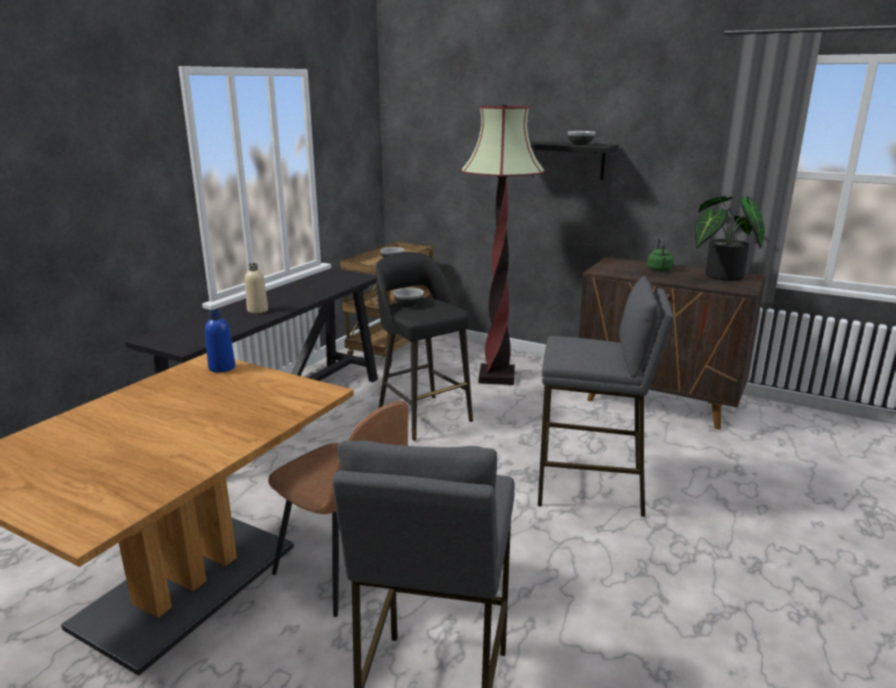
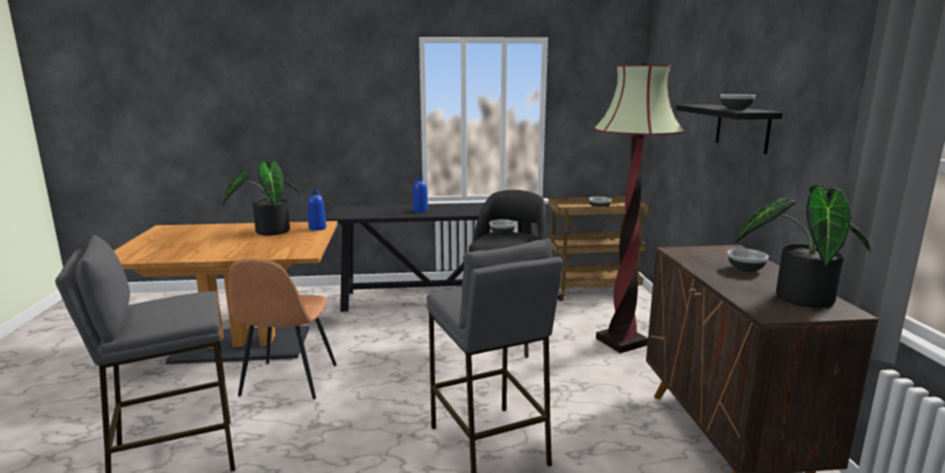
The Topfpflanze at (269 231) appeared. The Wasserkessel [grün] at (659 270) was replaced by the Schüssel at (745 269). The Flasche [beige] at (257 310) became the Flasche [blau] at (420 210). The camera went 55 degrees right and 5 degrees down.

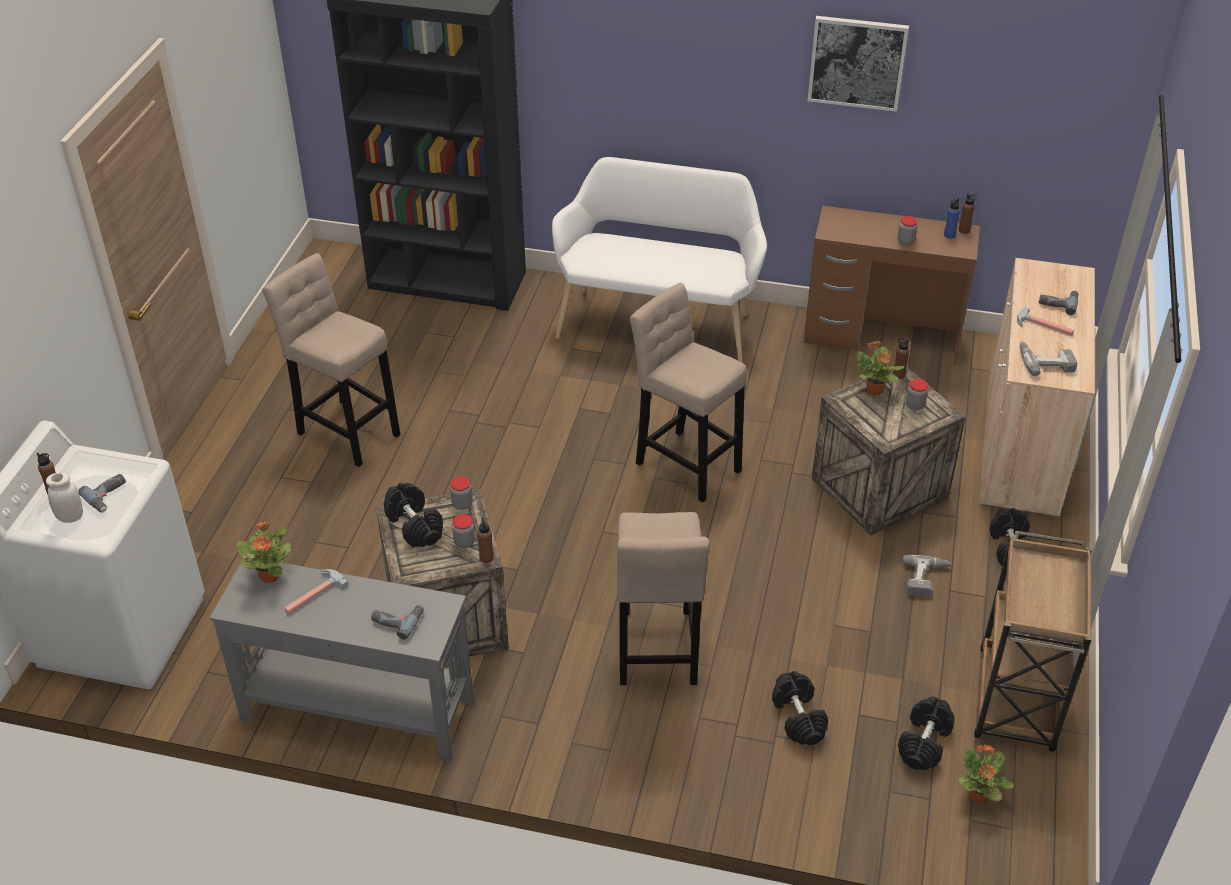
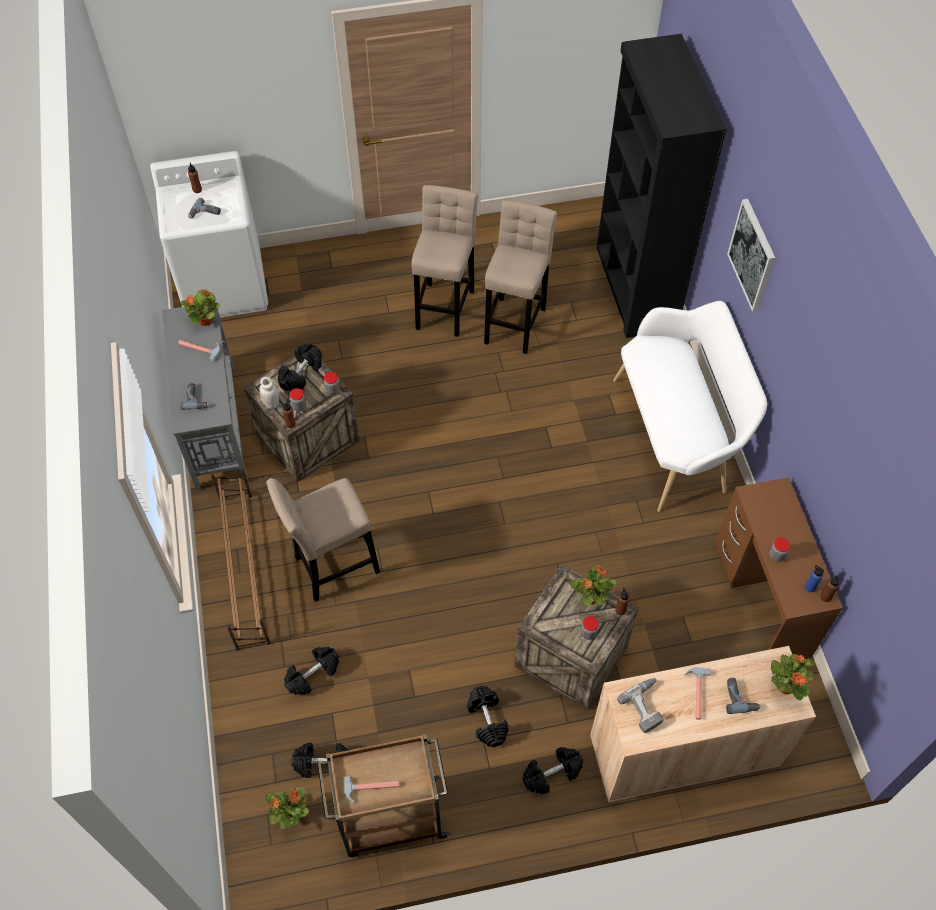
The Schuhregal [braun] at (244 568) appeared. The Hammer at (372 789) appeared. The Topfpflanze at (786 686) appeared. The Vorratsglas [weiß] moved from (70 517) to (271 403). The Hocker [beige] moved from (684 463) to (515 322). The Bild moved from (857 62) to (753 255). The Bohrmaschine at (926 579) was replaced by the Hantel [schwarz] at (487 720). The camera went 65 degrees right and 15 degrees up.

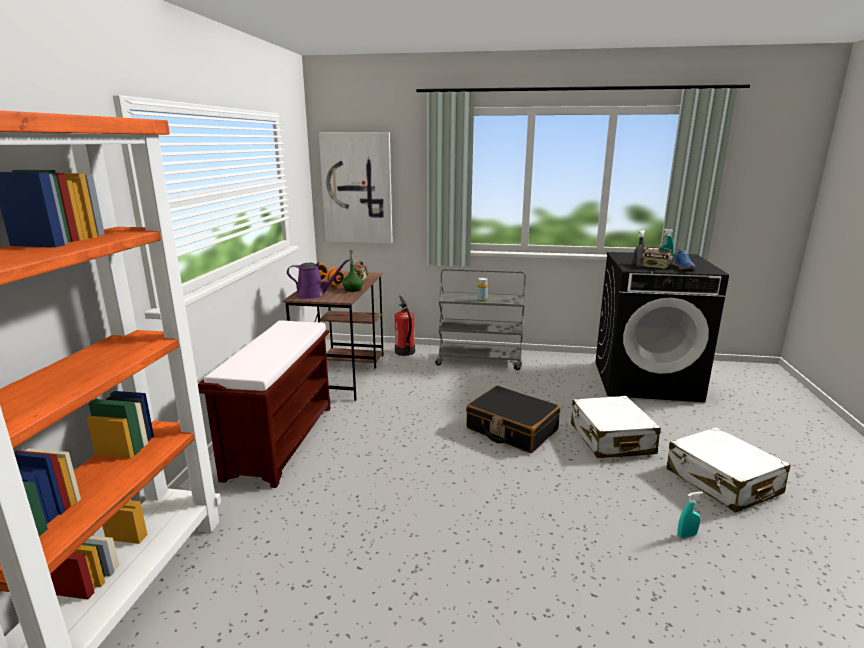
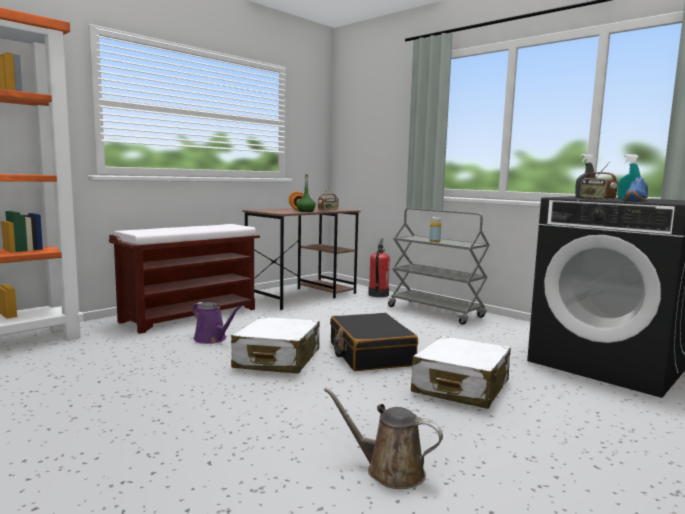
The Bild at (357 188) disappeared. The Gießkanne [lila] moved from (314 295) to (212 339). The Koffer [weiß] moved from (722 482) to (277 359). The Sprühflasche [türkis] at (686 535) was replaced by the Gießkanne [braun] at (389 471). The camera went 35 degrees right and 10 degrees down.

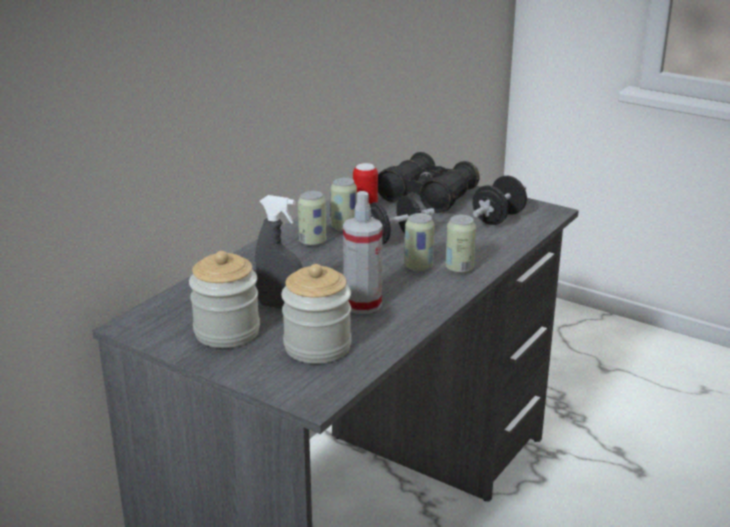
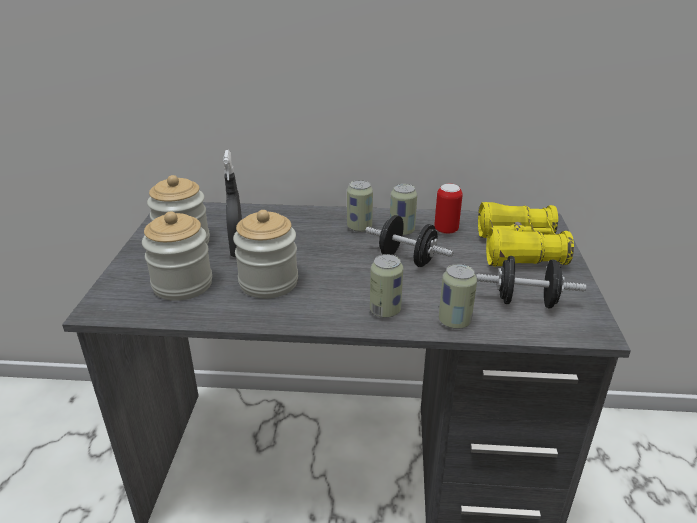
The Dose moved from (418 267) to (454 321). The Sprühflasche at (362 304) was replaced by the Vorratsglas at (268 282). The Fernglas [schwarz] at (427 196) became the Fernglas [gelb] at (518 249). The camera went 60 degrees right and 5 degrees up.

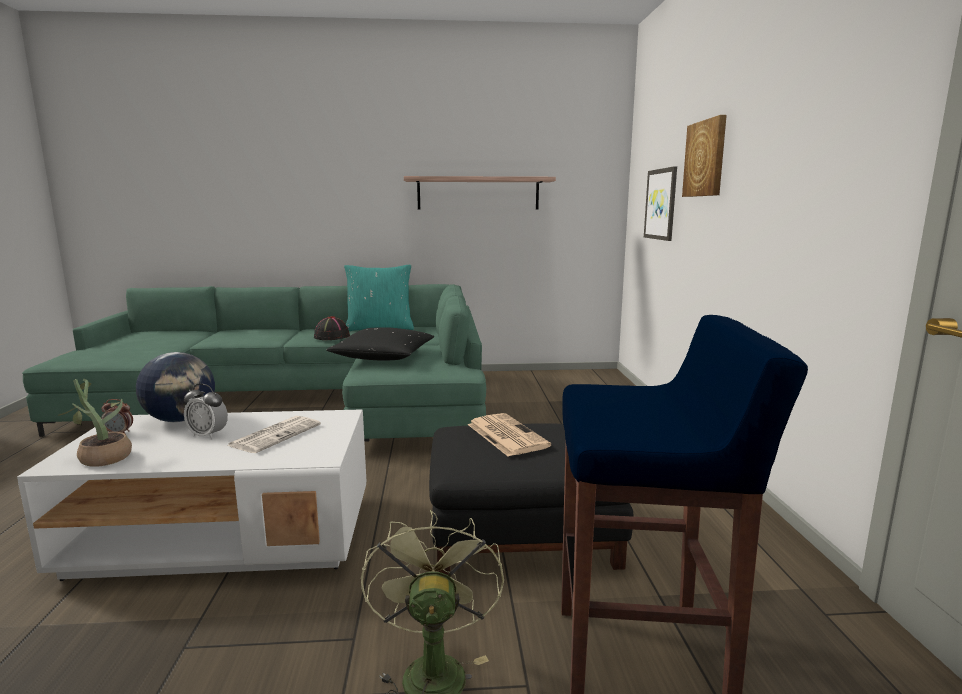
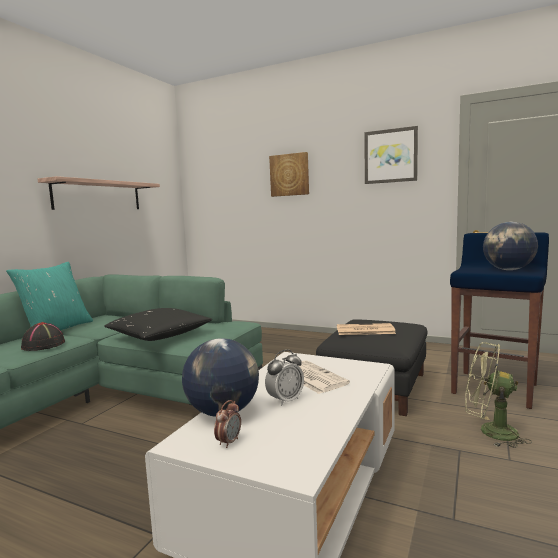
The Topfpflanze at (101 457) disappeared. The Globus at (509 270) appeared. The Bild moved from (661 204) to (390 156). The camera went 60 degrees left and 5 degrees down.

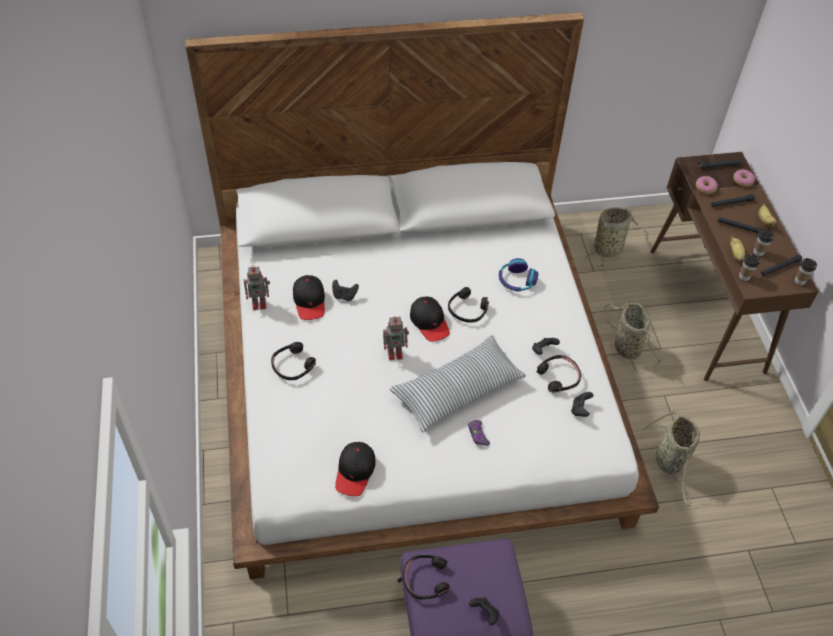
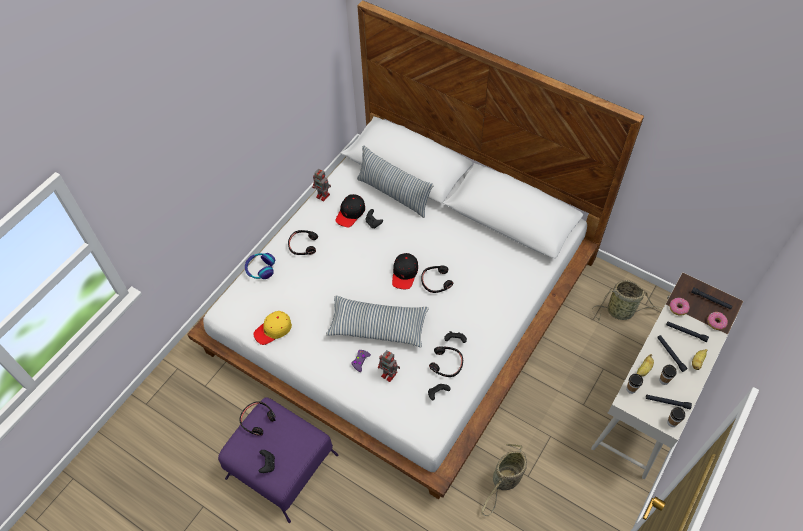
The Korb at (626 346) disappeared. The Kissen at (394 194) appeared. The Spielzeugroboter moved from (396 353) to (390 374). The Kopfhörer moved from (516 280) to (260 268). The Kappe [schwarz] at (355 472) became the Kappe [gelb] at (273 330). The Schreibtisch [braun] at (706 310) became the Schreibtisch [weiß] at (648 403). The camera went 45 degrees right and 5 degrees up.

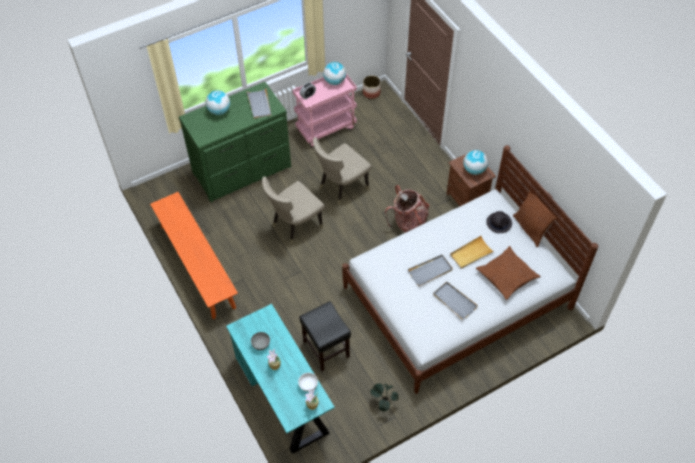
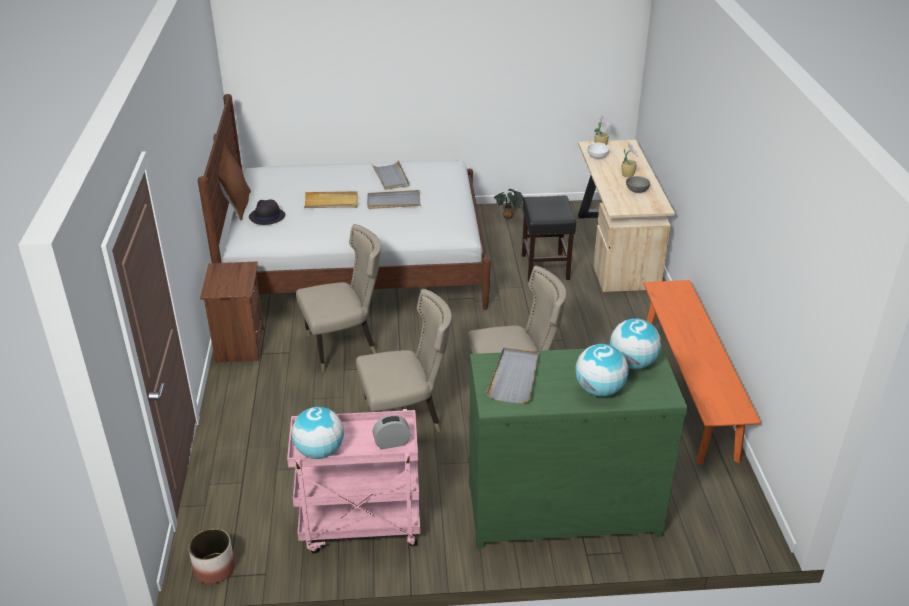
The Kissen [braun] at (507 276) disappeared. The Globus moved from (474 170) to (632 363). The Rucksack at (408 222) was replaced by the Stuhl [beige] at (344 346). The Schreibtisch [türkis] at (283 396) became the Schreibtisch [beige] at (615 248). The camera went 155 degrees left and 20 degrees down.

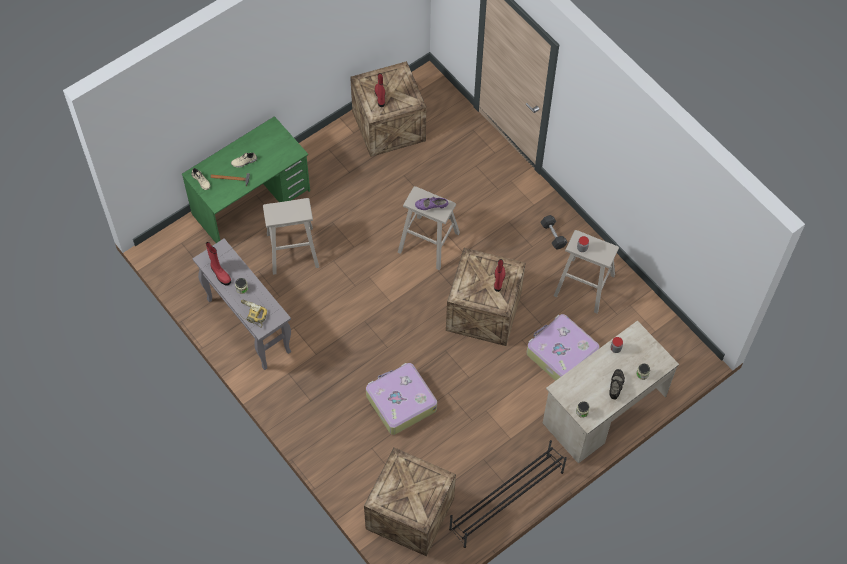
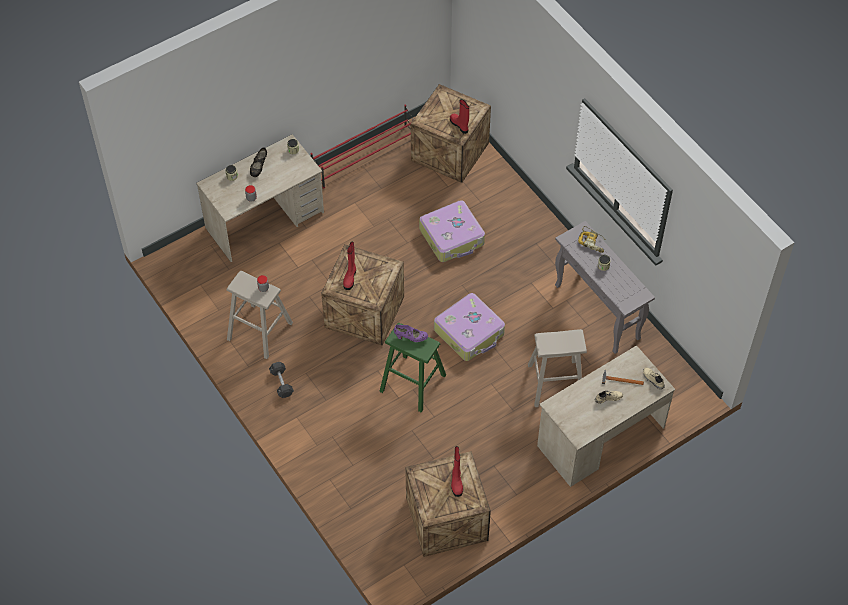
The Stiefel [rot] moved from (220 274) to (459 125). The Koffer moved from (560 354) to (470 332). The Schreibtisch [grün] at (251 203) became the Schreibtisch [beige] at (600 437). The Hocker [beige] at (429 242) became the Hocker [grün] at (412 383). The Schuhregal [schwarz] at (506 500) became the Schuhregal [rot] at (366 156). The camera went 175 degrees left and 5 degrees down.

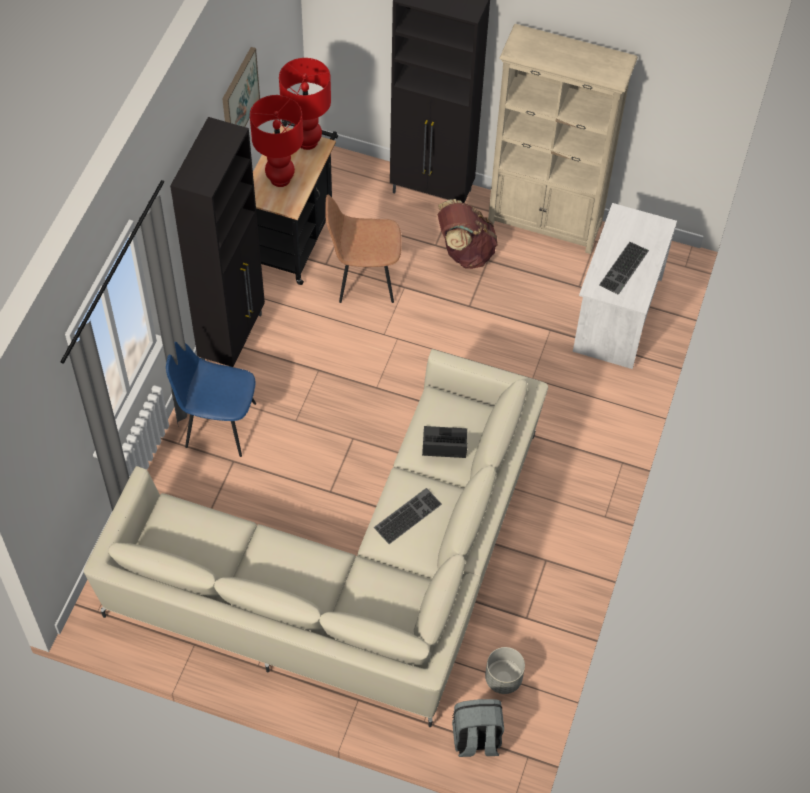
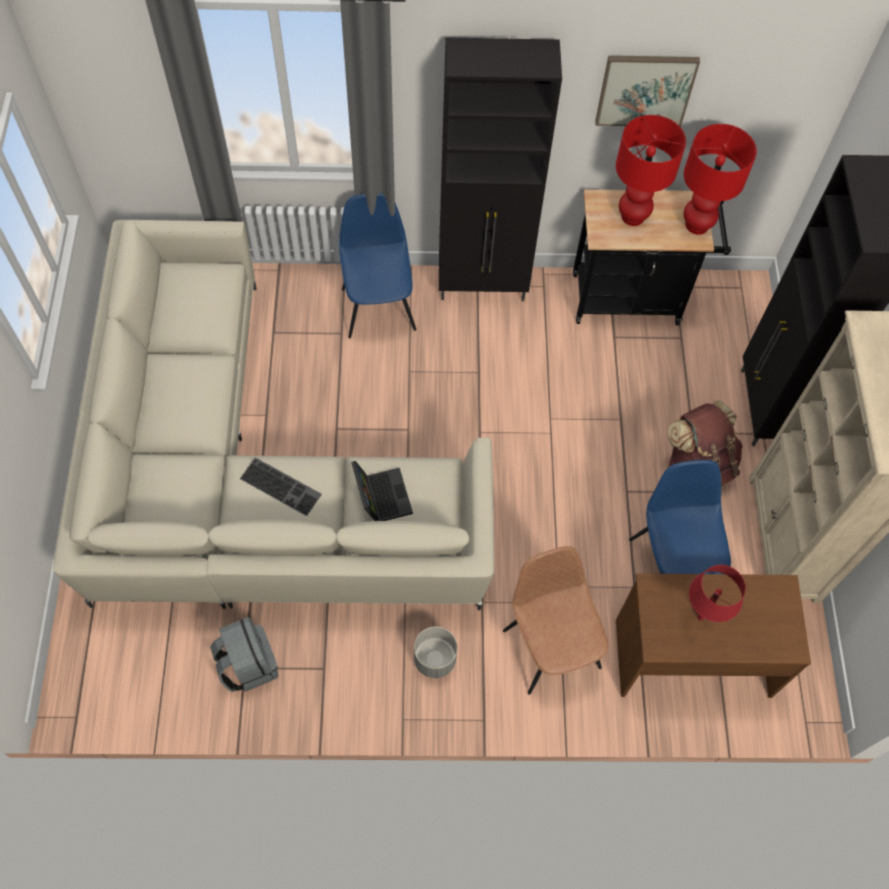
The Stuhl [blau] at (672 563) appeared. The Stuhl [braun] moved from (364 278) to (550 646). The Rucksack [grau] moved from (476 739) to (248 664). The Pflanzkübel [grau] moved from (503 679) to (434 659). The Tastatur at (624 269) was replaced by the Tischlampe [rot] at (700 617). The Schreibtisch [weiß] at (616 314) became the Schreibtisch [braun] at (691 656). The camera went 70 degrees right and 5 degrees up.

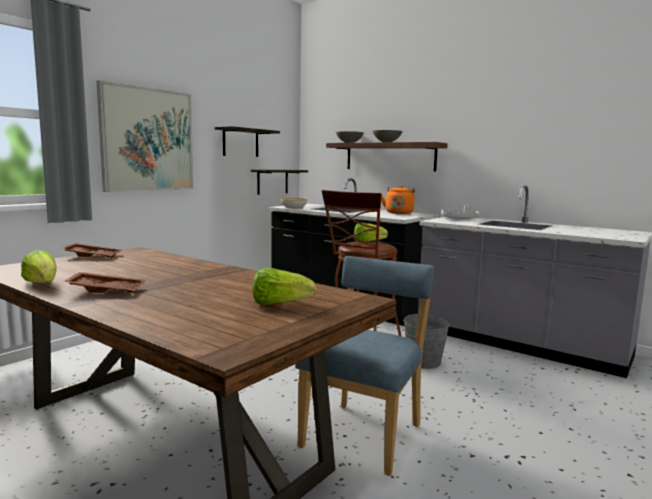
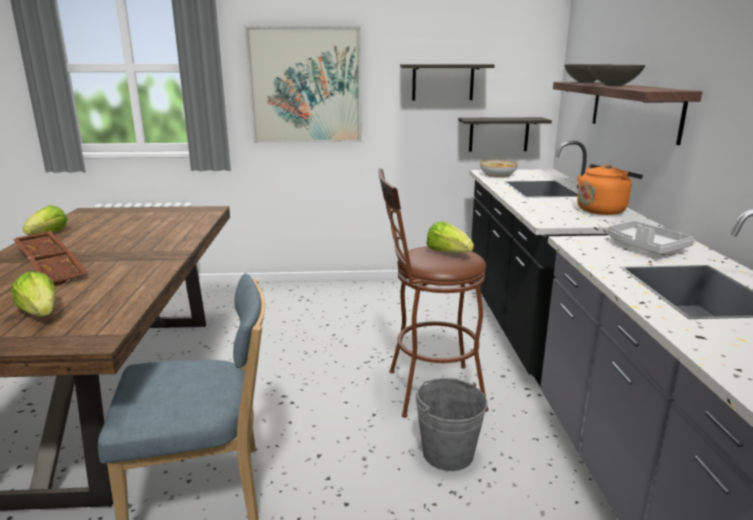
The Tablett [braun] moved from (93 256) to (61 274). The camera went 50 degrees right and 10 degrees up.

